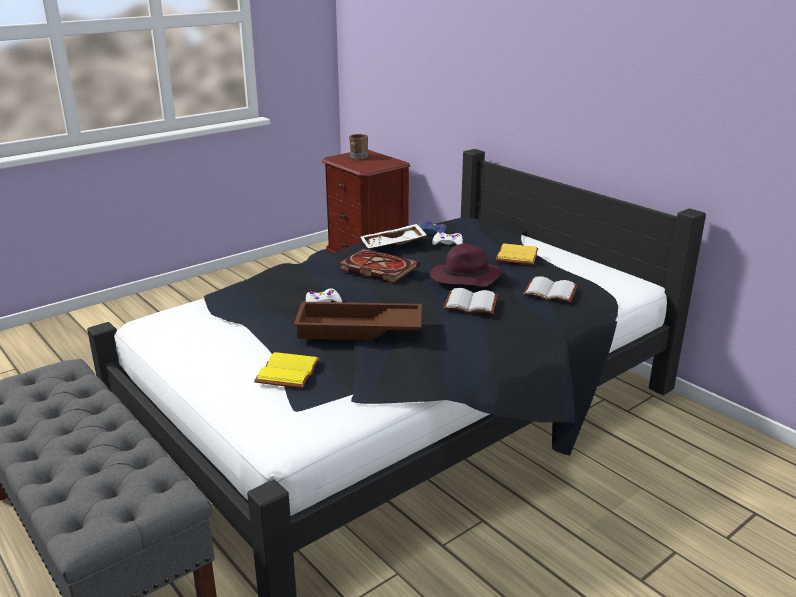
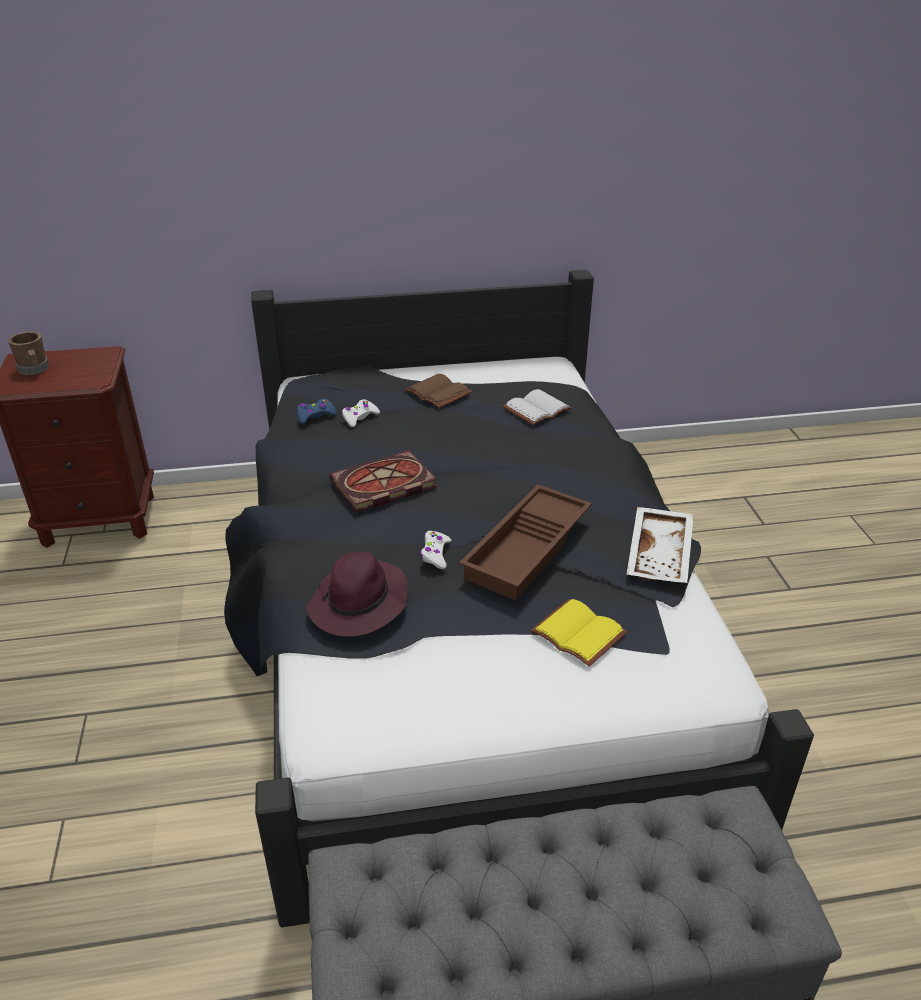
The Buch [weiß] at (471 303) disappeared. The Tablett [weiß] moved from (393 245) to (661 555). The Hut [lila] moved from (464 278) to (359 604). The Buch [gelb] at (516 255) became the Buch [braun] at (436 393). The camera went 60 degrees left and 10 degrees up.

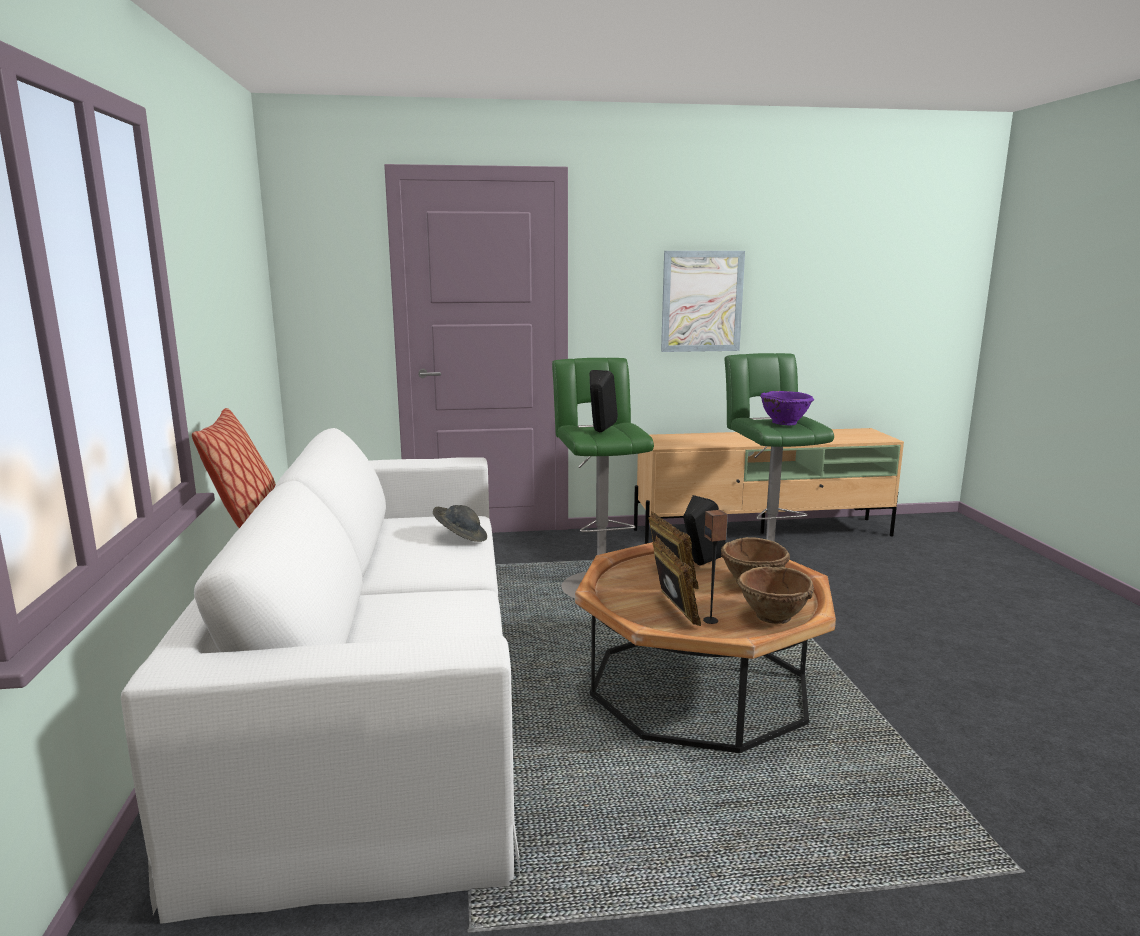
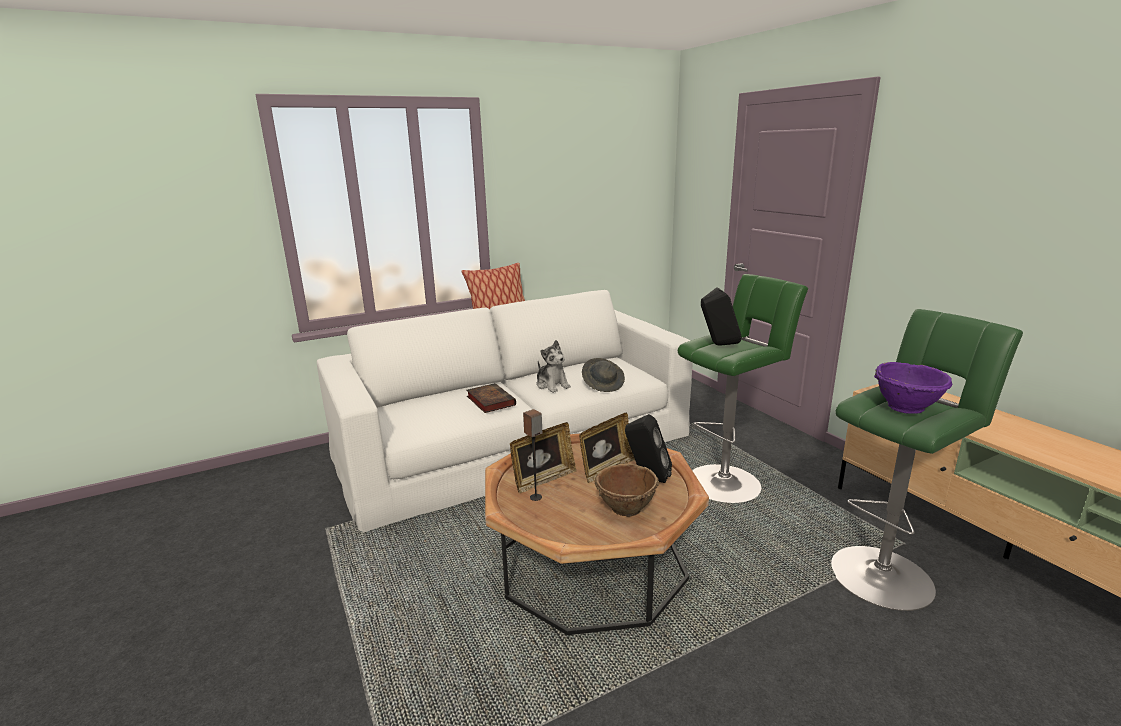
The Bild at (702 301) disappeared. The Schüssel [braun] at (773 617) disappeared. The Buch at (489 401) appeared. The Plüschtier at (552 385) appeared. The camera went 70 degrees right and 5 degrees up.

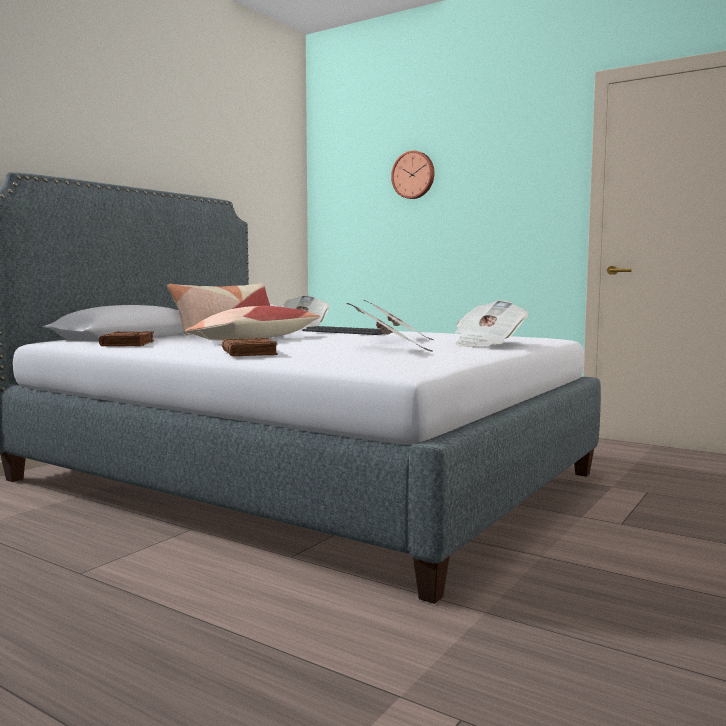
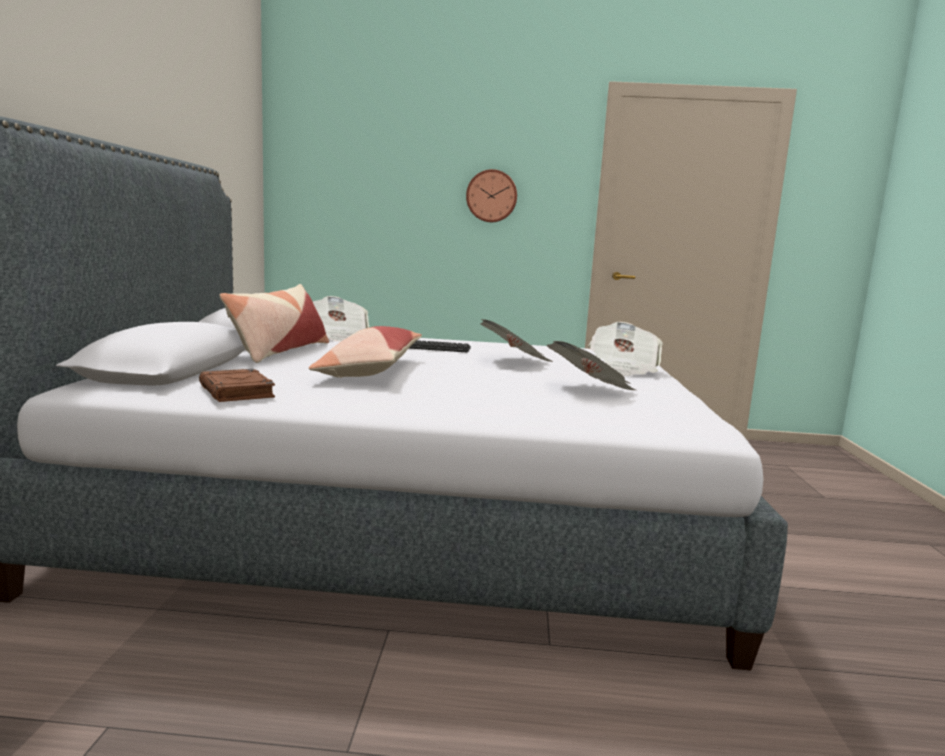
The Buch [braun] at (249 353) disappeared. The Wanduhr moved from (413 175) to (491 196). The camera went 30 degrees left and 5 degrees up.

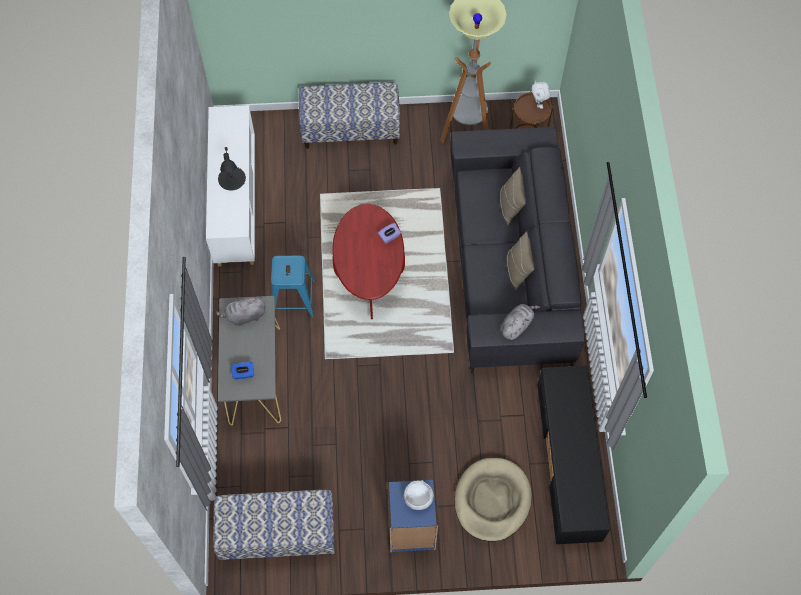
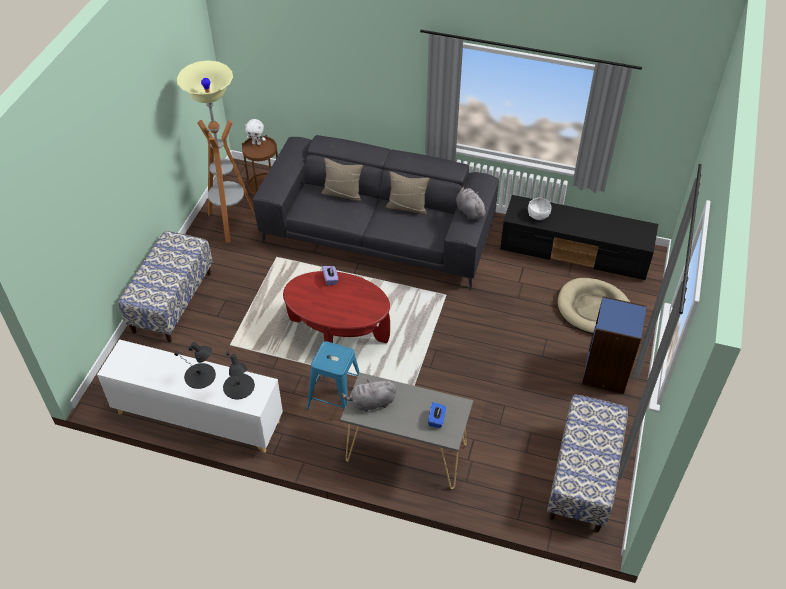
The Tischlampe [schwarz] at (238 387) appeared. The Schüssel [weiß] moved from (418 499) to (538 215). The Plüschtier [grau] at (244 316) turned 75 degrees clockwise. The camera went 70 degrees left and 15 degrees down.

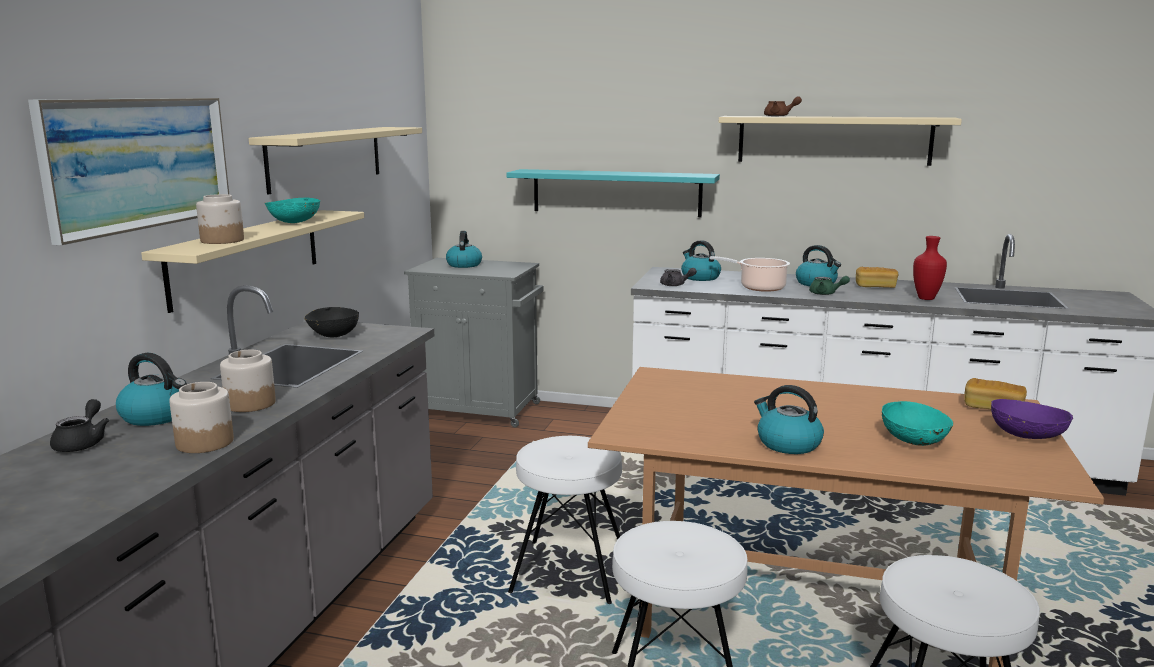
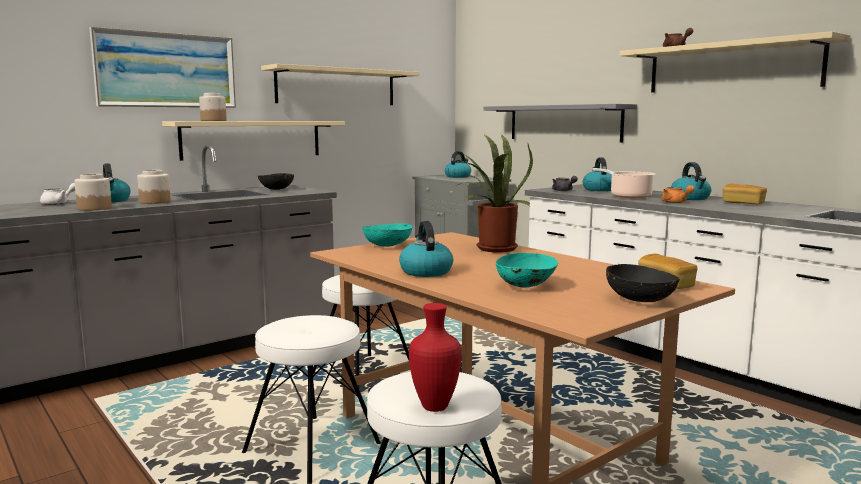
The Topfpflanze at (492 249) appeared. The Schüssel [türkis] moved from (294 222) to (387 245). The Vase [rot] moved from (926 299) to (433 407). The Teekanne [schwarz] at (82 443) became the Teekanne [weiß] at (59 203). The Wandregal [türkis] at (616 192) became the Wandregal [grau] at (564 123). The Teekanne [grün] at (826 294) became the Teekanne [orange] at (676 202). The Schüssel [lila] at (1027 435) became the Schüssel [schwarz] at (641 300). The camera went 35 degrees right and 5 degrees down.

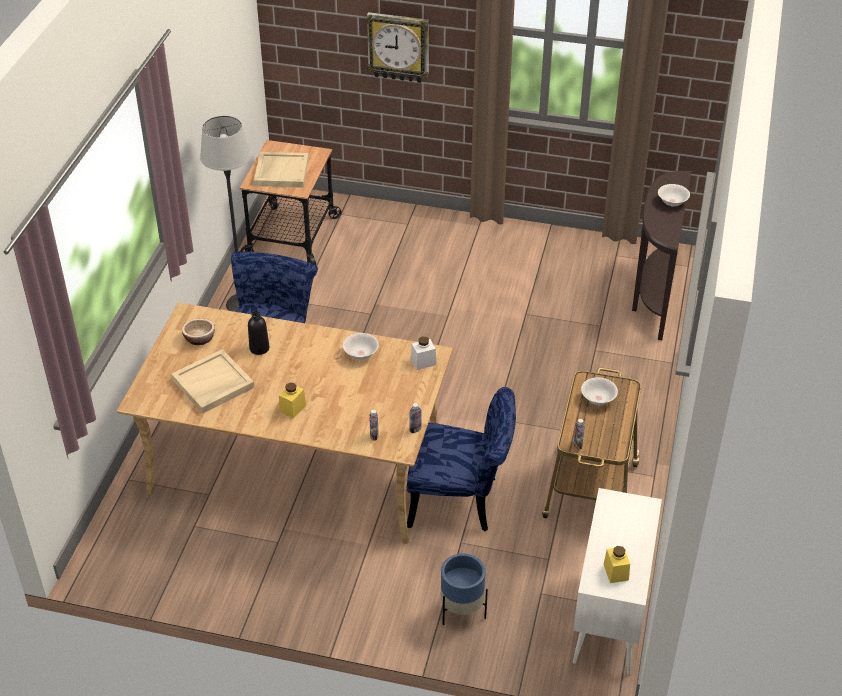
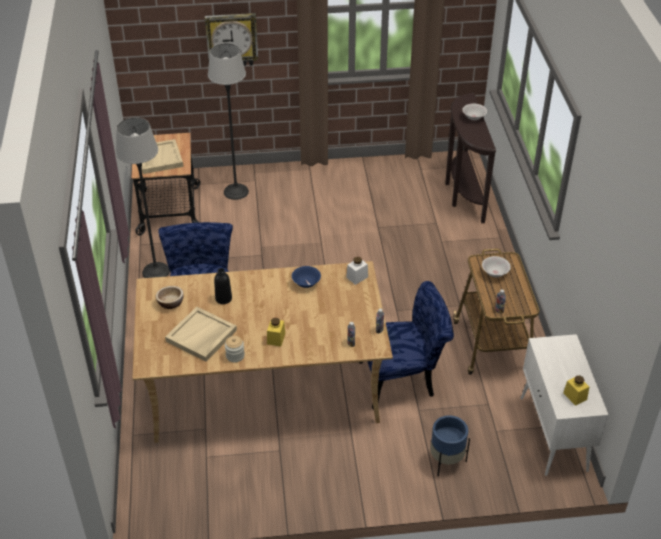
The Stehlampe at (236 191) appeared. The Vorratsglas at (235 356) appeared. The Schüssel [weiß] at (360 354) became the Schüssel [blau] at (306 283). The camera went 20 degrees left and 0 degrees up.

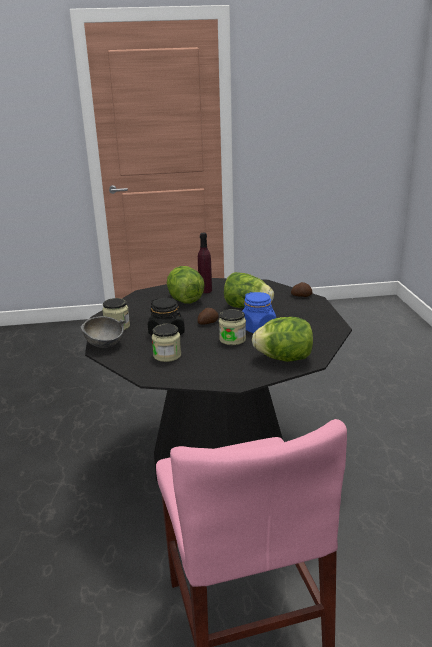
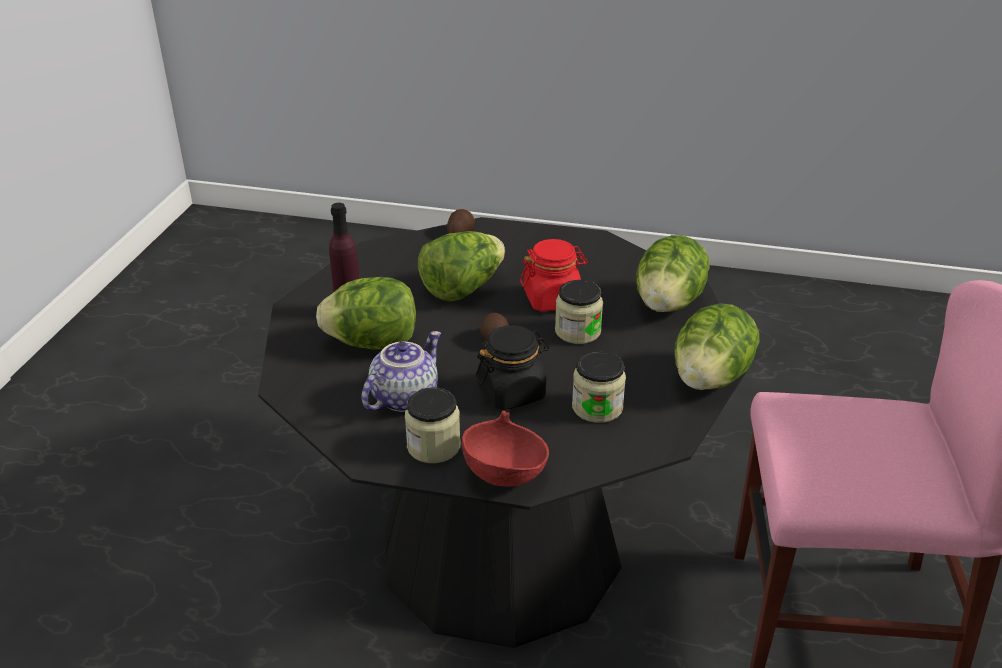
The Teekanne at (403 397) appeared. The Salatkopf at (710 379) appeared. The Schüssel [grau] at (105 344) became the Schüssel [rot] at (506 474). The Vorratsglas [blau] at (258 328) became the Vorratsglas [rot] at (552 299). The camera went 70 degrees left and 10 degrees up.

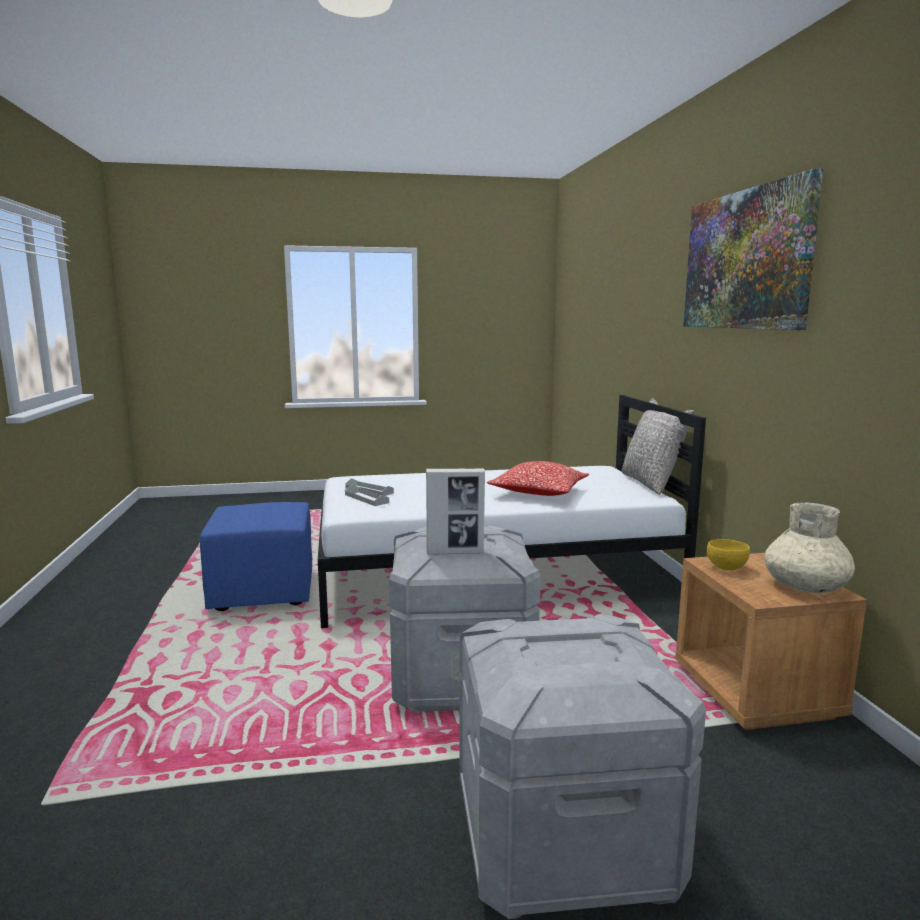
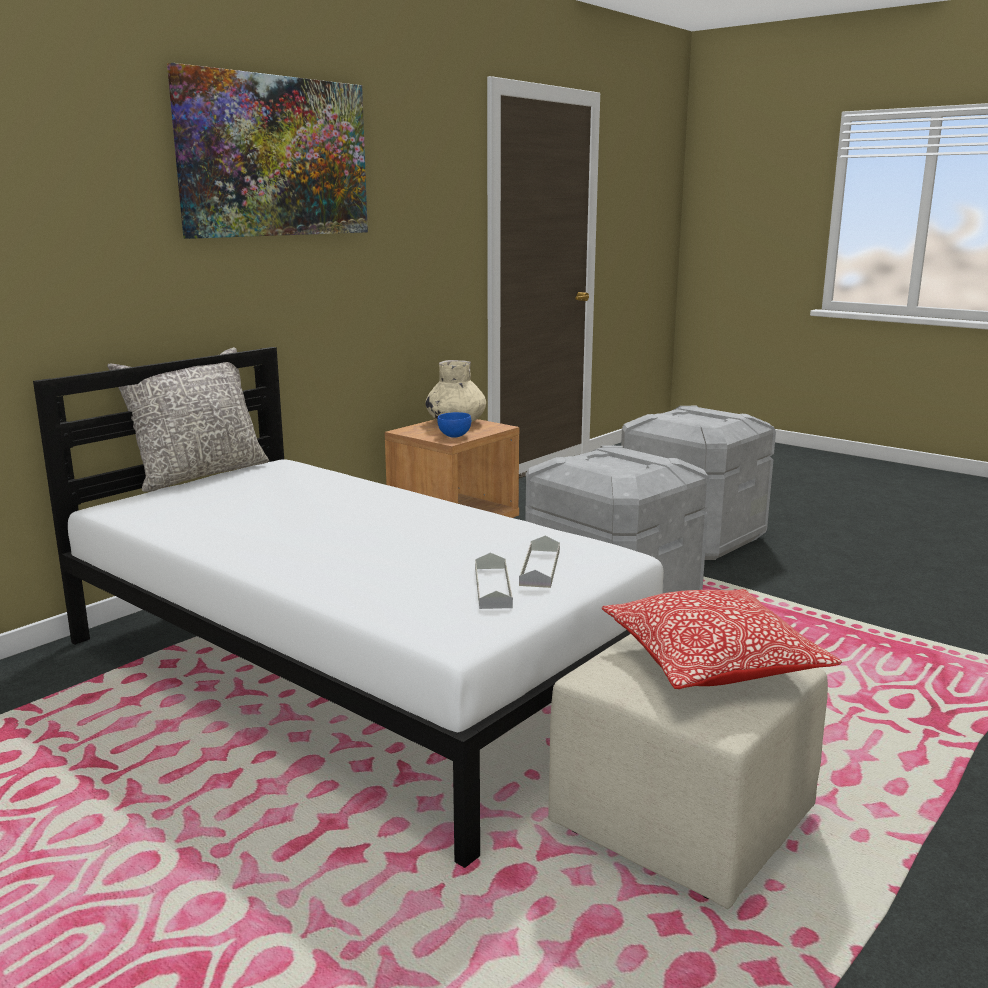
The Bilderrahmen at (455 552) disappeared. The Kissen moved from (538 493) to (712 663). The Polsterhocker [blau] at (264 593) became the Polsterhocker [beige] at (682 820). The Schüssel [gelb] at (726 568) became the Schüssel [blau] at (455 436). The camera went 130 degrees left and 5 degrees up.

